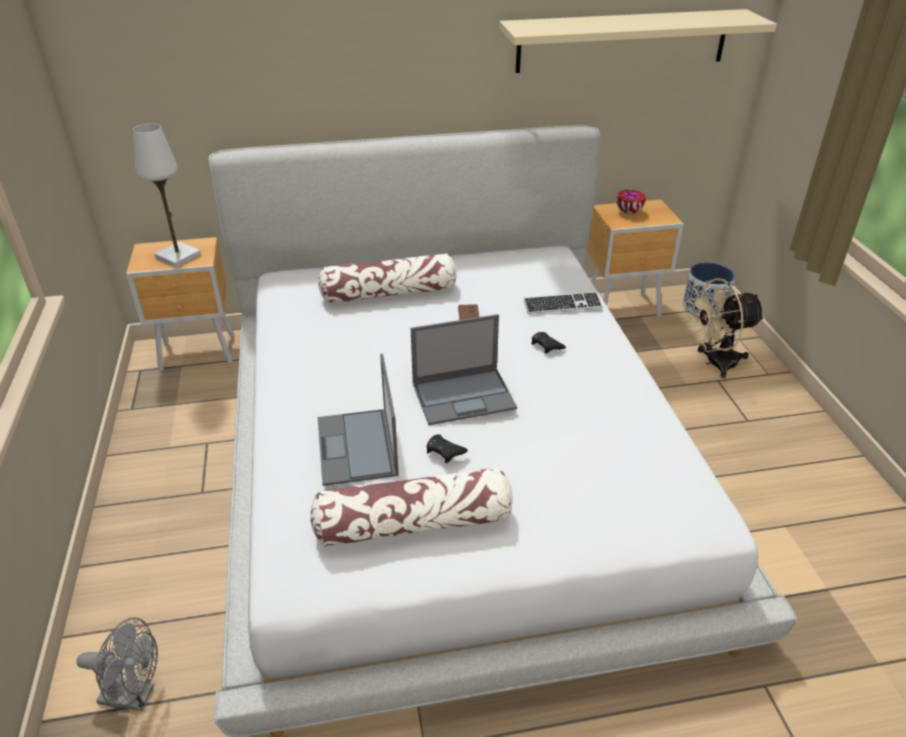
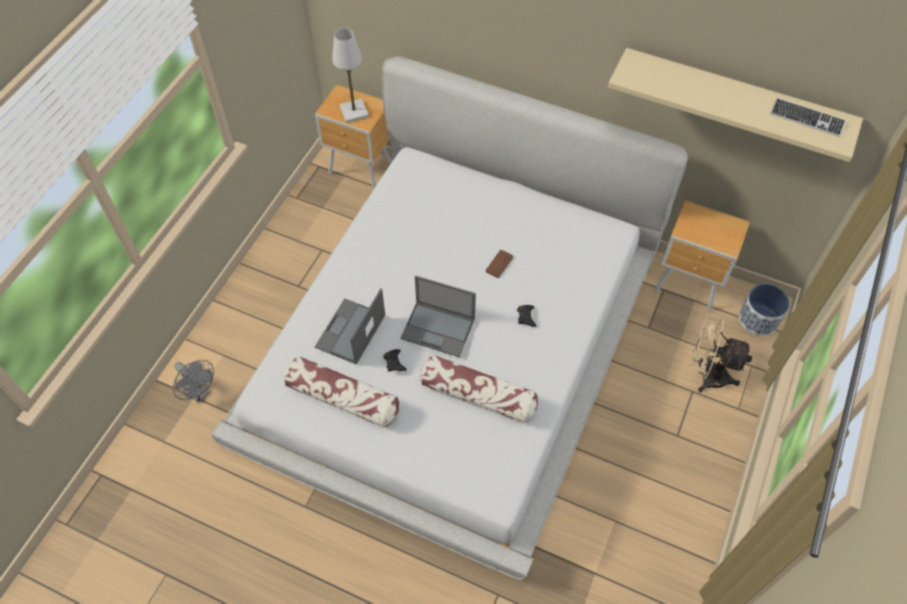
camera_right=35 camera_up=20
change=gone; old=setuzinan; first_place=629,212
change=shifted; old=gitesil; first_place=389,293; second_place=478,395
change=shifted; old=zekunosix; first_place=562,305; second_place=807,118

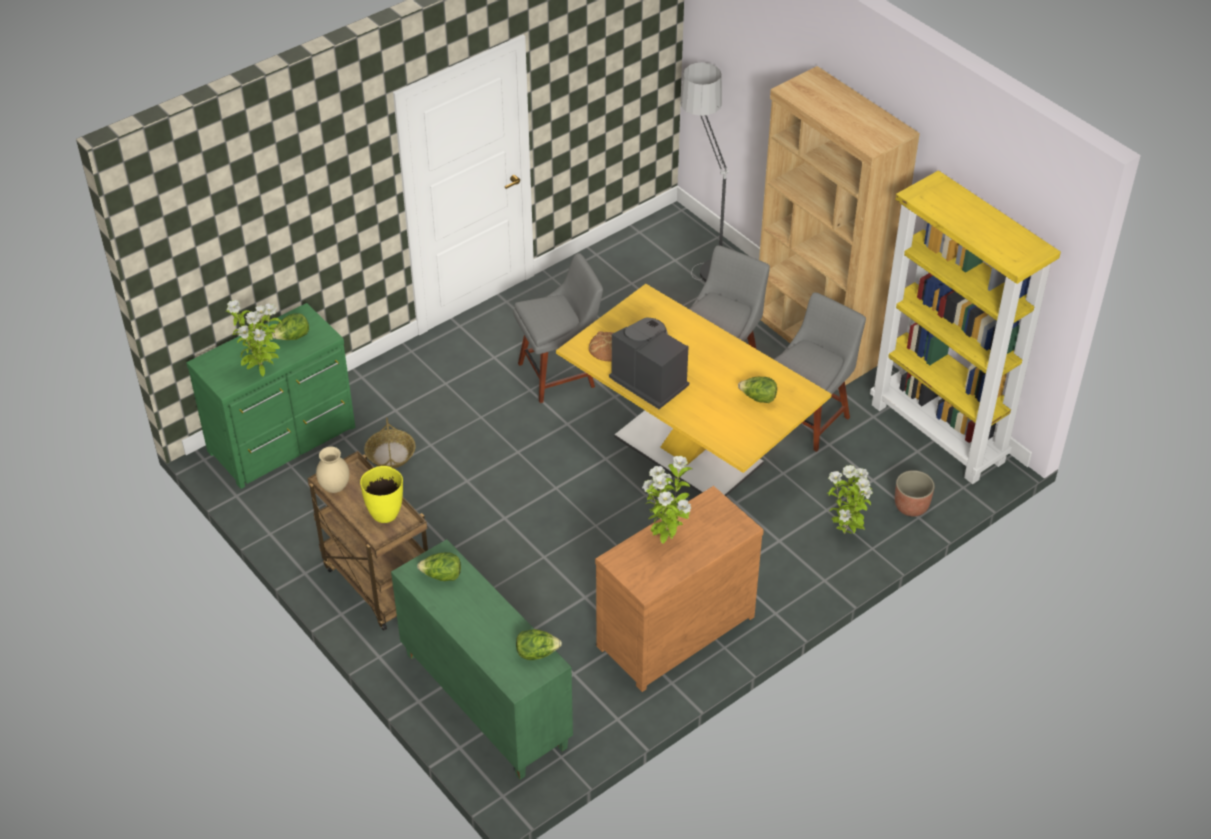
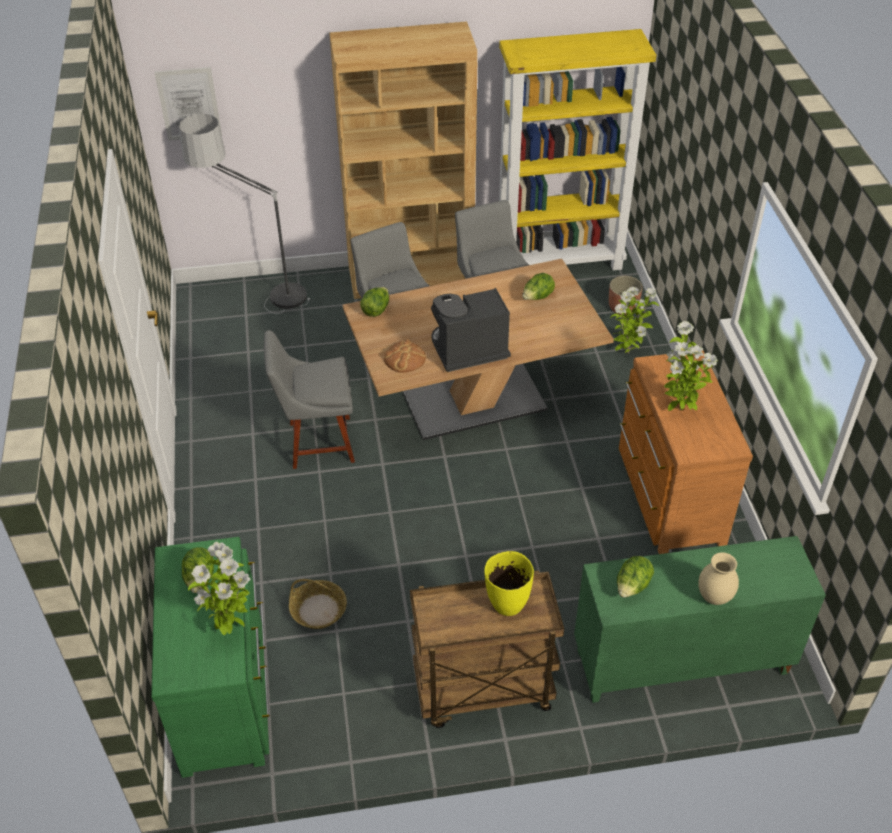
camera_right=-60 camera_up=0
change=rotated; old=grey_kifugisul; first_place=560,374; second_place=317,442; degrees=-105
change=repainted; old=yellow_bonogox; new=brown_bonogox; first_place=688,450; second_place=474,401
change=shifted; old=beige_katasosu; first_place=334,487; second_place=713,597
change=shifted; old=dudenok; first_place=537,653; second_place=376,310
change=new; new=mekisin; second_place=189,104

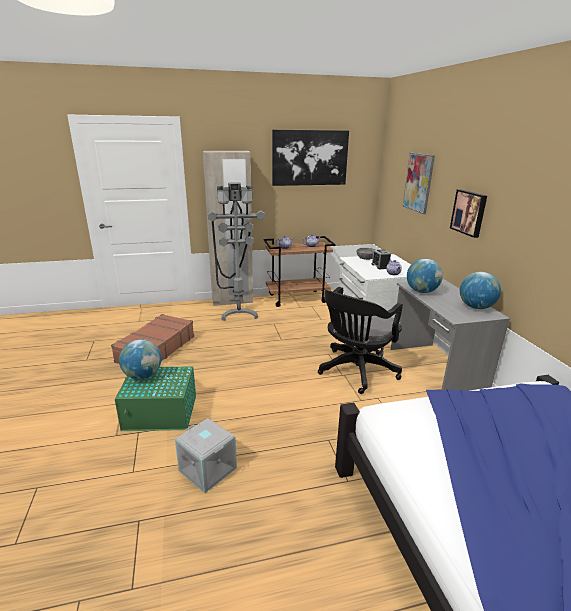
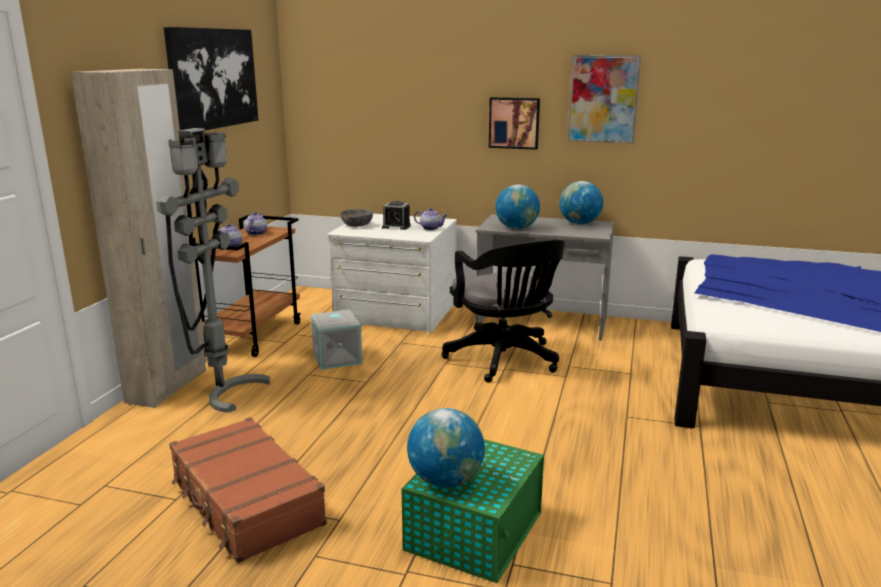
camera_right=-60 camera_up=-5
change=shifted; old=mekisin; first_place=418,182; second_place=603,99
change=shifted; old=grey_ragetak; first_place=208,469; second_place=337,358

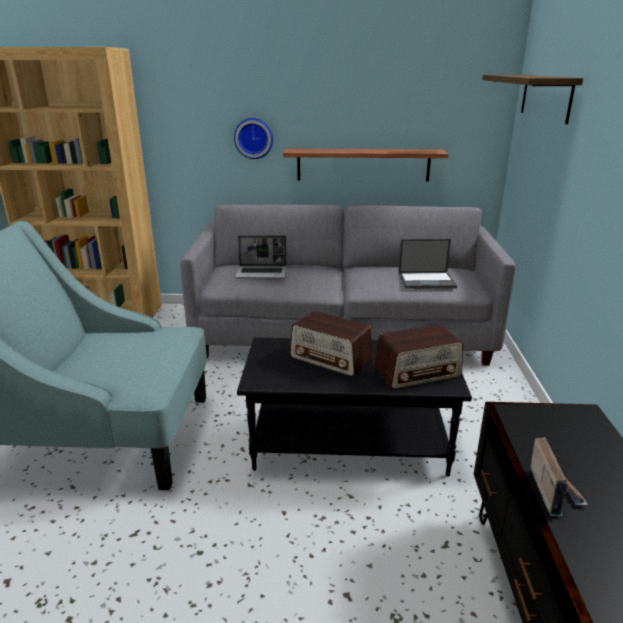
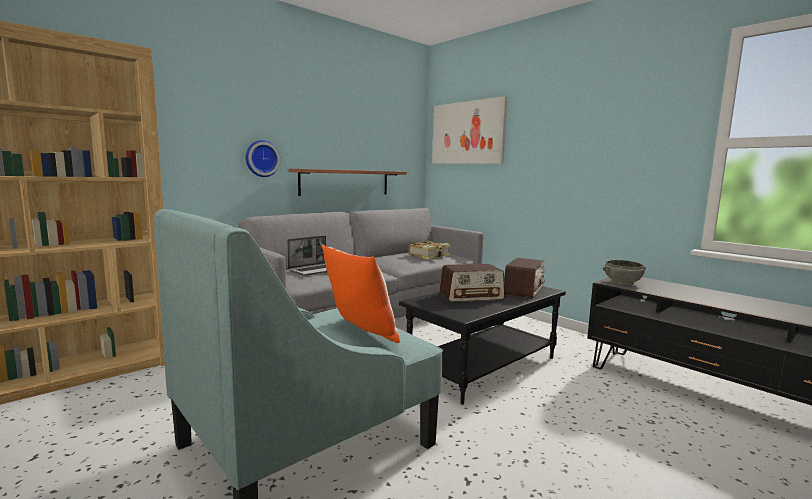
camera_right=-45 camera_up=-15
change=swapped; old=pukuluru; new=mekisin; first_place=545,97; second_place=467,133
change=swapped; old=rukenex; new=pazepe; first_place=427,280; second_place=430,256
change=gone; old=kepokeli; first_place=553,491
change=new; new=gitesil; second_place=361,332
change=new; new=grey_setuzinan; second_place=622,282

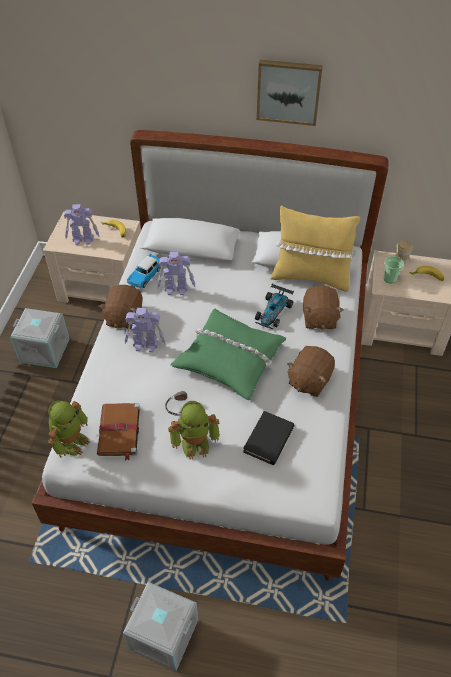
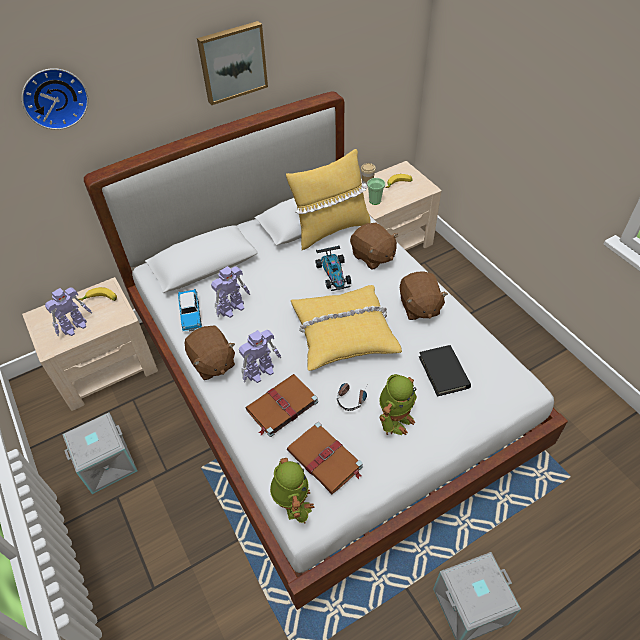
camera_right=-40 camera_up=0
change=repainted; old=green_gitesil; new=yellow_gitesil; first_place=230,359; second_place=343,333
change=new; new=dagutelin; second_place=54,97
change=new; new=brown_pazepe; second_place=281,406

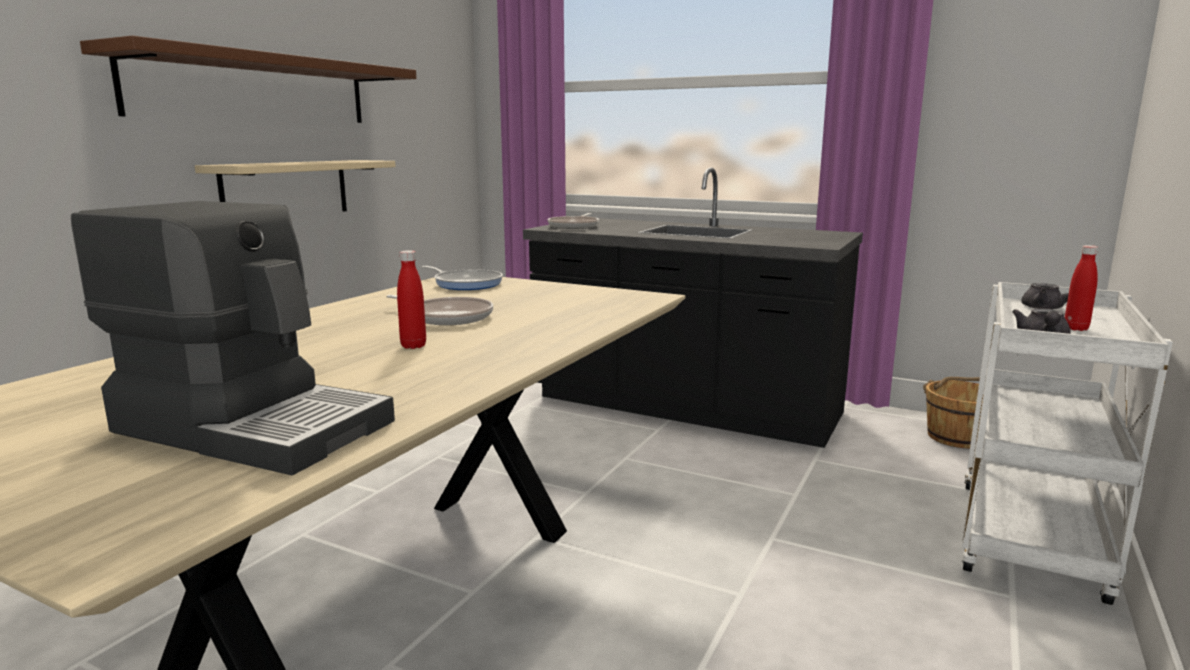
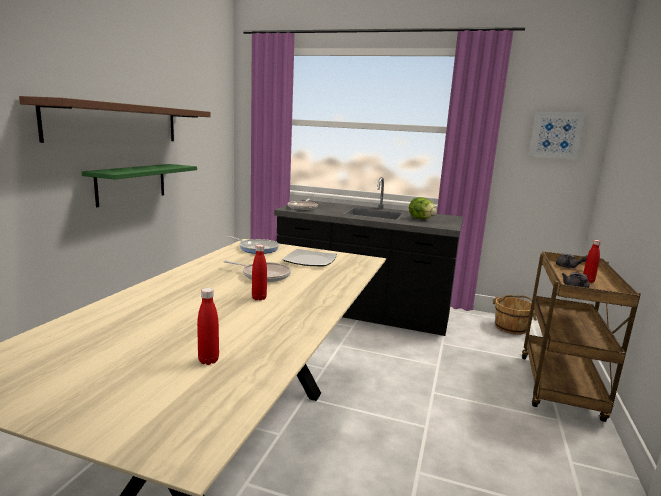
camera_right=-10 camera_up=0
change=repainted; old=beige_pukuluru; new=green_pukuluru; first_place=286,190; second_place=131,184
change=swapped; old=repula; new=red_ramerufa; first_place=255,425; second_place=208,360
change=repainted; old=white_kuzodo; new=brown_kuzodo; first_place=1031,543; second_place=560,388
change=new; new=mekisin; second_place=556,135
change=new; new=dudenok; second_place=421,219
change=new; new=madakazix; second_place=309,260

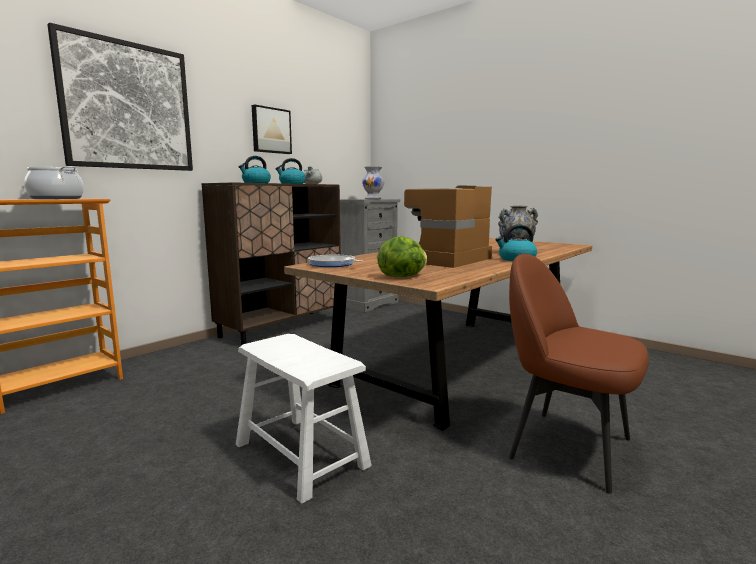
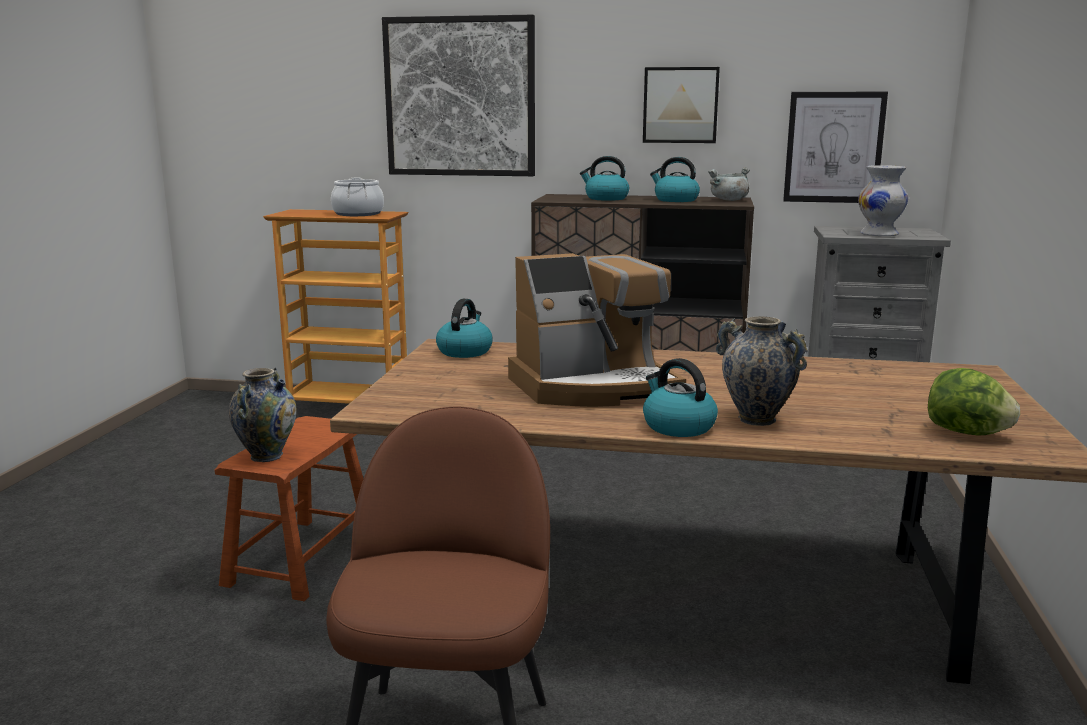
camera_right=60 camera_up=5
change=rotated; old=repula; first_place=442,259; second_place=594,387; degrees=150
change=shifted; old=dudenok; first_place=403,277; second_place=966,433
change=swapped; old=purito; new=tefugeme; first_place=333,264; second_place=464,351
change=repainted; old=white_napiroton; new=brown_napiroton; first_place=300,455; second_place=302,558
change=new; new=mekisin; second_place=834,147
change=new; new=katasosu; second_place=267,456

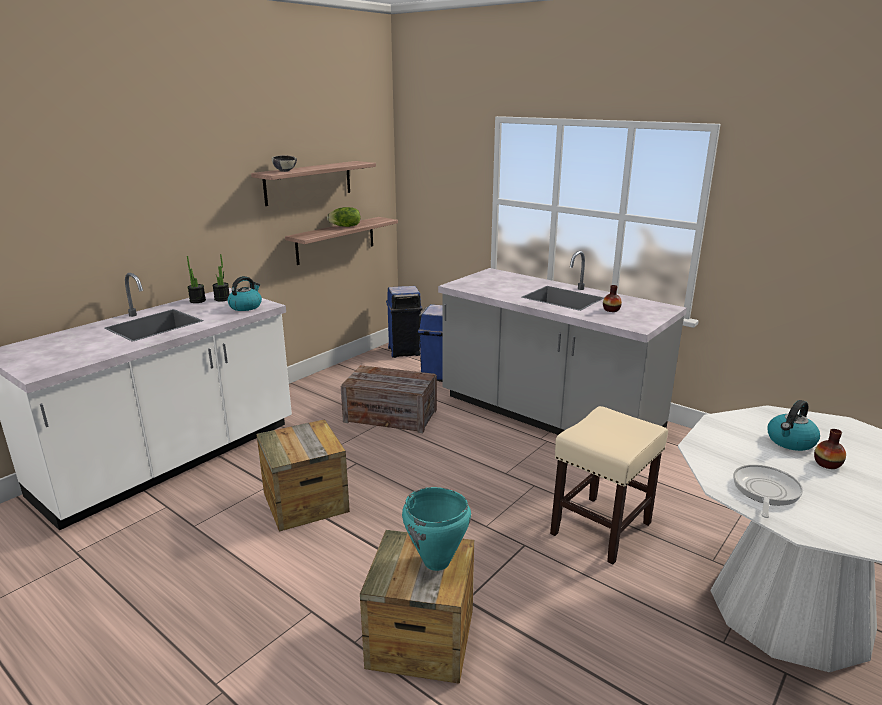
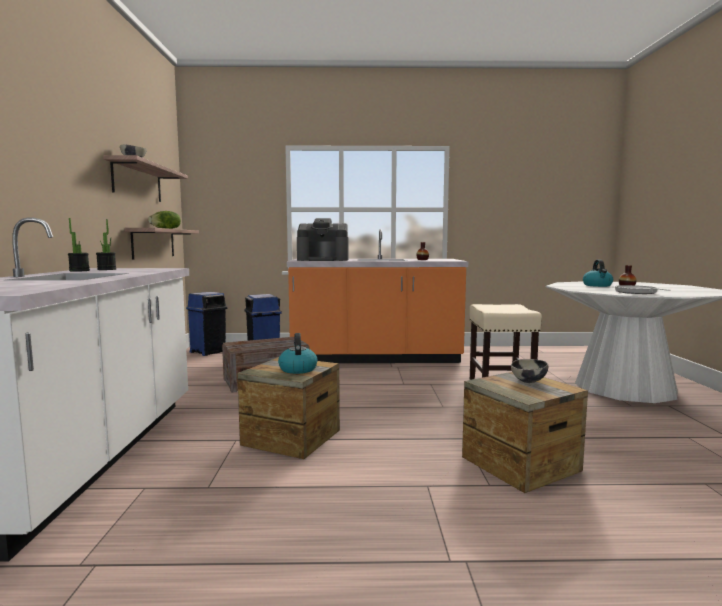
camera_right=-40 camera_up=-15
change=repainted; old=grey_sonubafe; new=orange_sonubafe; first_place=547,416; second_place=375,358
change=shifted; old=tefugeme; first_place=246,306; second_place=297,369
change=swapped; old=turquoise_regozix; new=setuzinan; first_place=437,562; second_place=529,381
change=new; new=repula; second_place=323,260

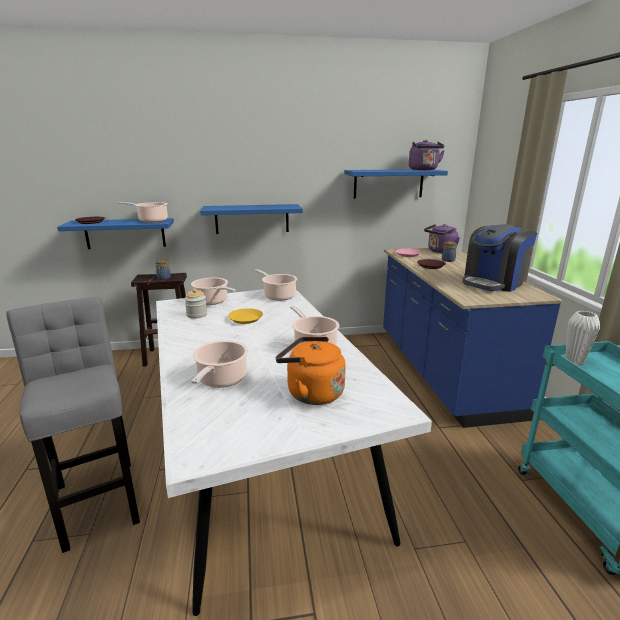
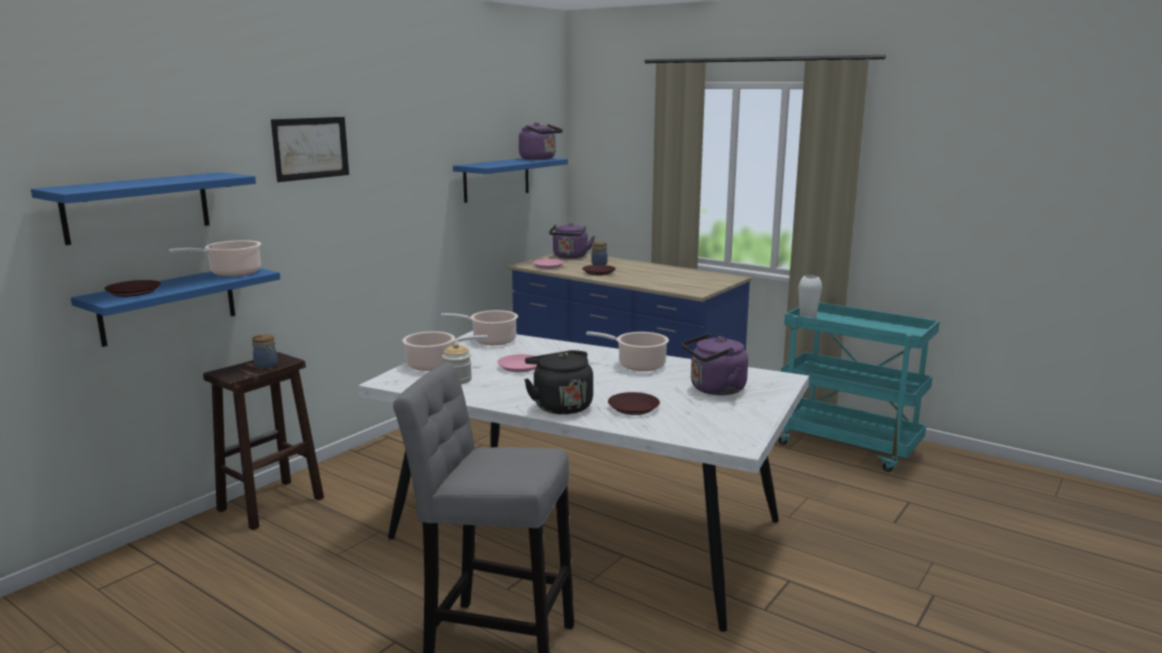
camera_right=-45 camera_up=-5
change=shifted; old=blue_pukuluru; first_place=252,219; second_place=137,207
change=gone; old=repula; first_place=493,283
change=repainted; old=yellow_madakazix; new=pink_madakazix; first_place=245,319; second_place=519,367
change=repainted; old=orange_tefugeme; new=purple_tefugeme; first_place=311,393; second_place=714,390
change=swapped; old=regozix; new=brown_madakazix; first_place=221,380; second_place=633,408
change=new; new=mekisin; second_place=311,148
change=new; new=black_tefugeme; second_place=560,406

